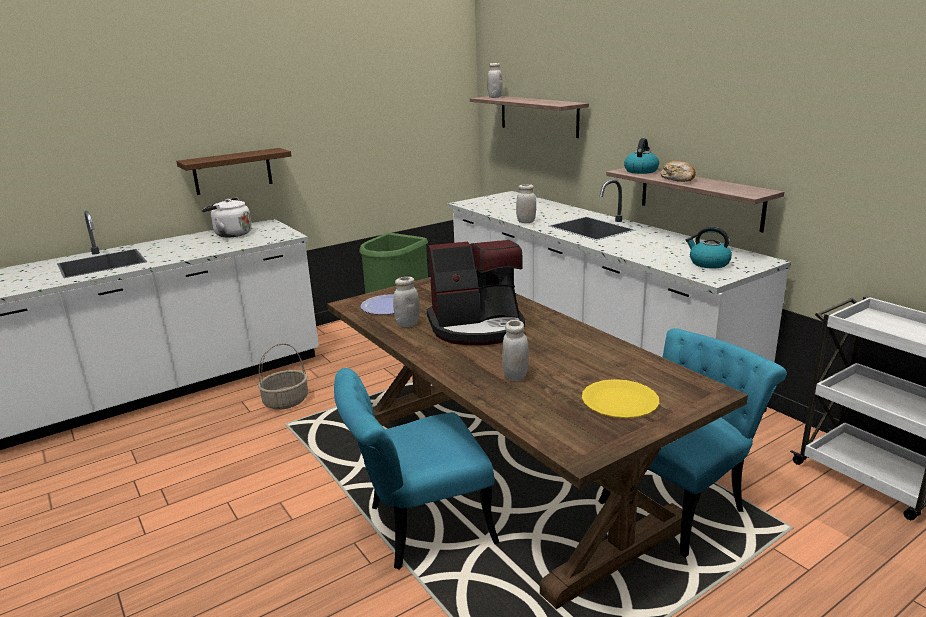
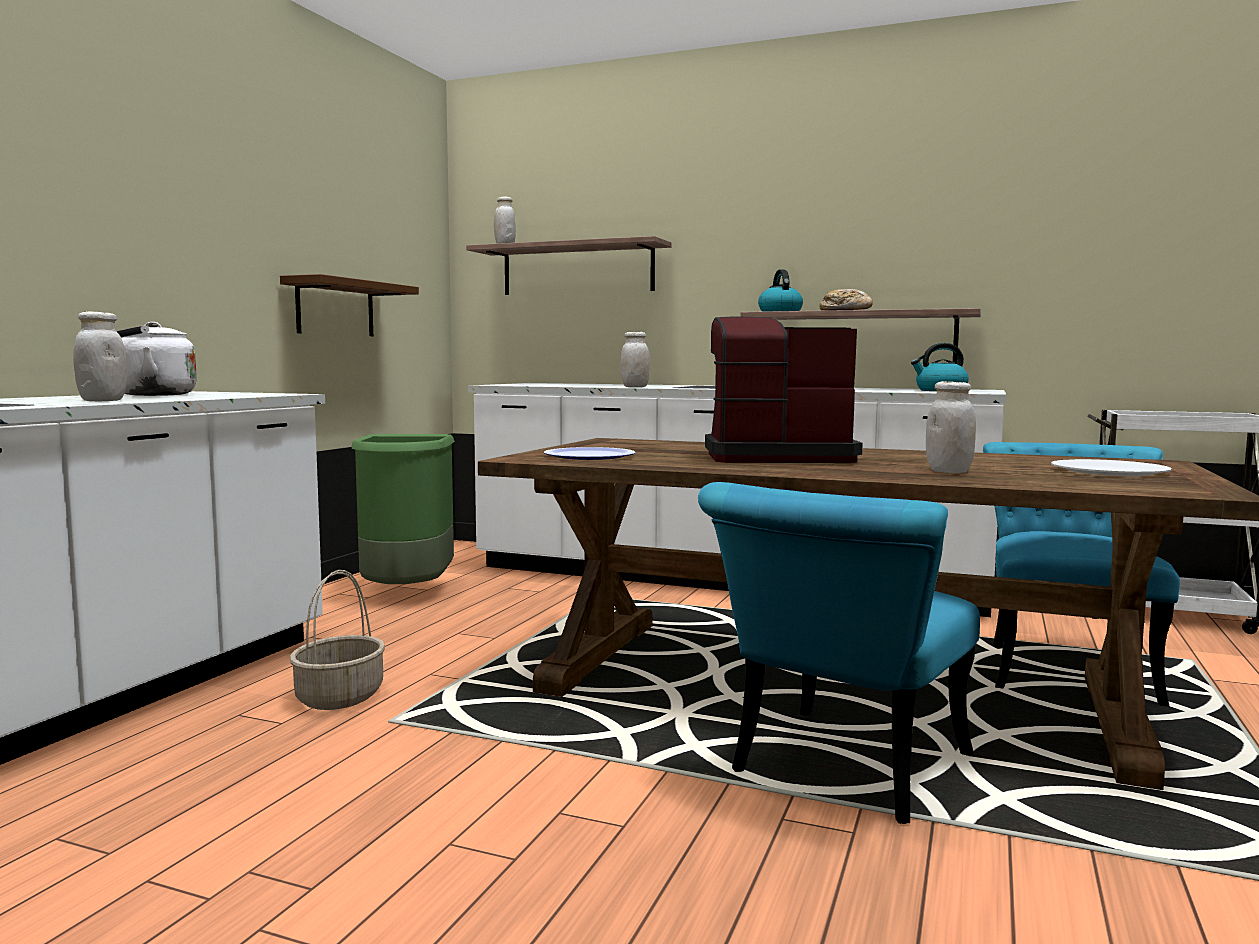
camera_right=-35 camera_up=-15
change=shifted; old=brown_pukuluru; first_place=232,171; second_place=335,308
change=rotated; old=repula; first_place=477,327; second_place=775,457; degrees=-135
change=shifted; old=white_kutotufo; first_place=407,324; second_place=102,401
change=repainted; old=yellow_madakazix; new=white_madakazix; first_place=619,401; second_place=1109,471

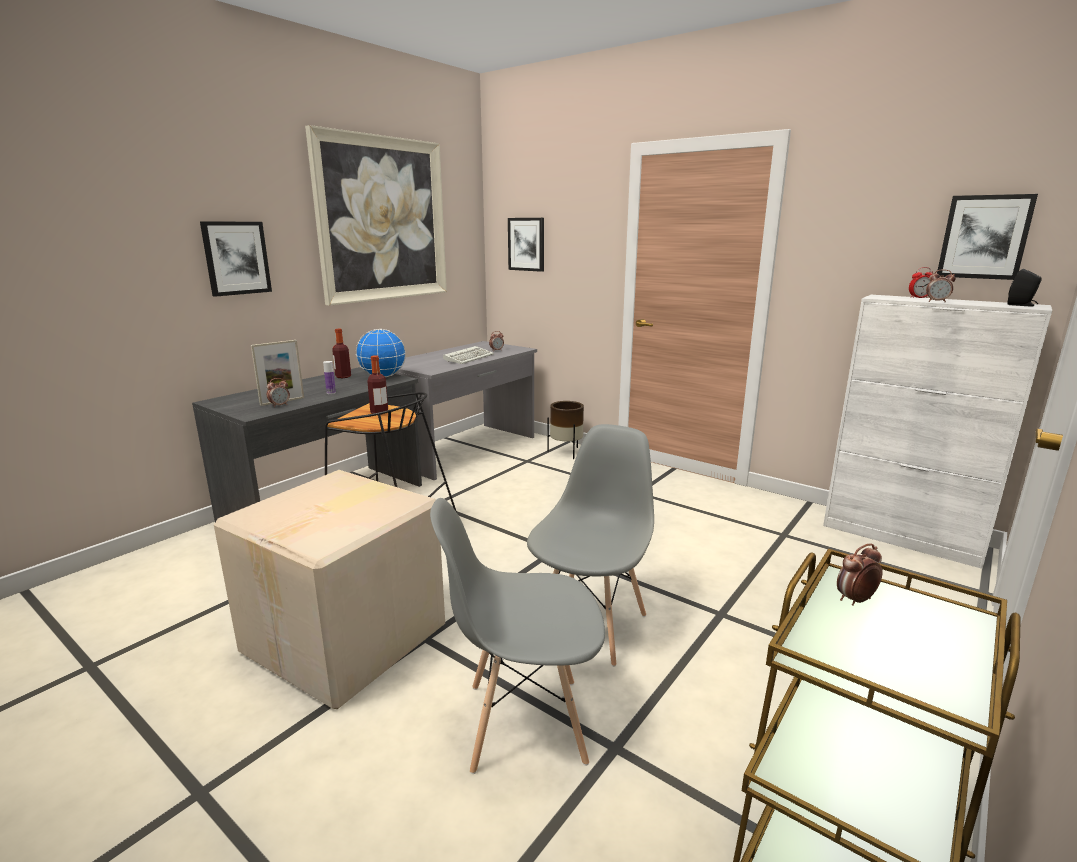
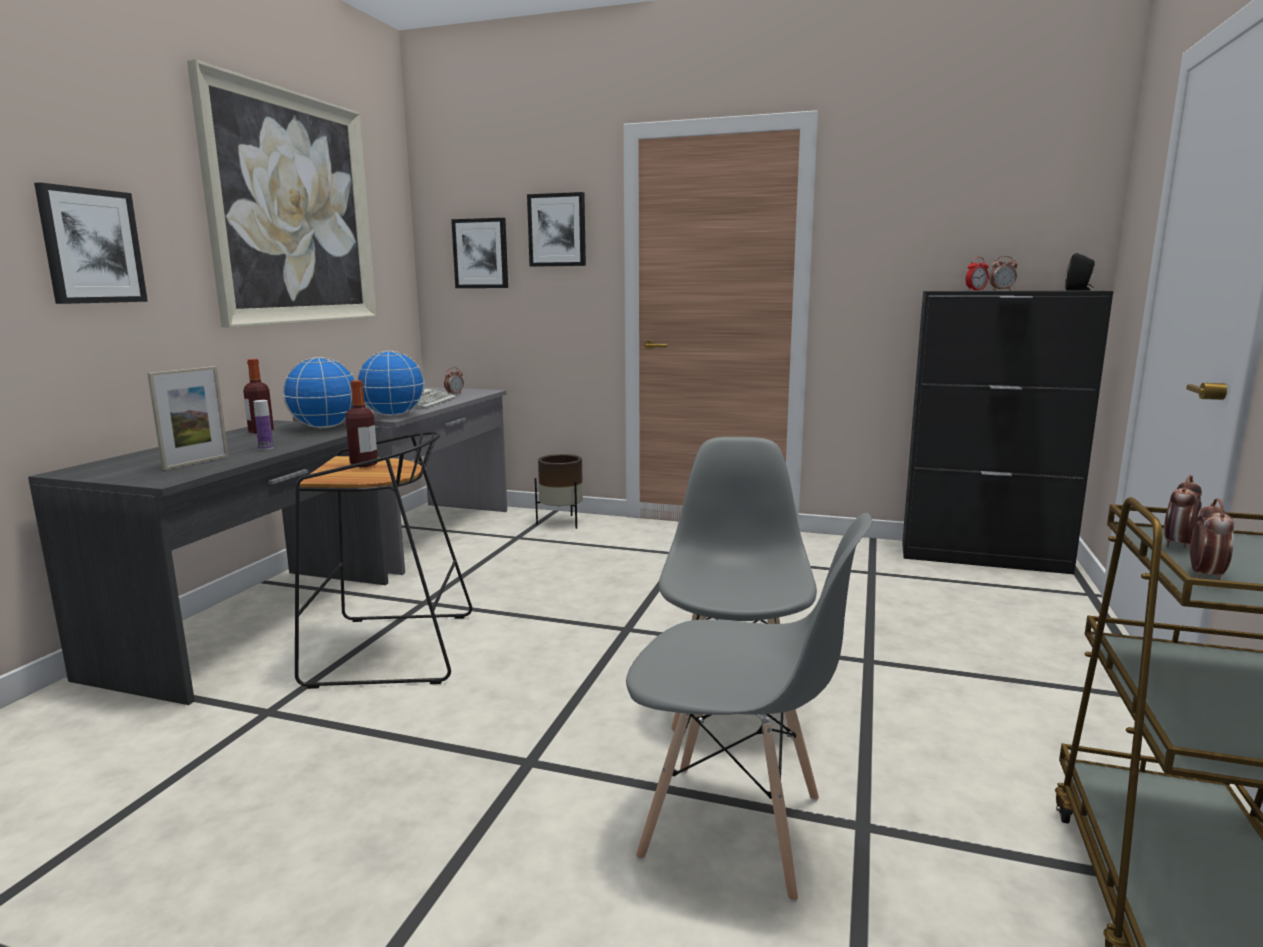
camera_right=-20 camera_up=-5
change=shifted; old=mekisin; first_place=984,237; second_place=557,230
change=repainted; old=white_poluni; new=black_poluni; first_place=901,537; second_place=984,558
change=shifted; old=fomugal; first_place=280,405; second_place=1205,575
change=gone; old=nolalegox; first_place=349,638
change=rotated; old=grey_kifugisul; first_place=523,723; second_place=735,828; degrees=-135
change=new; new=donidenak; second_place=393,415

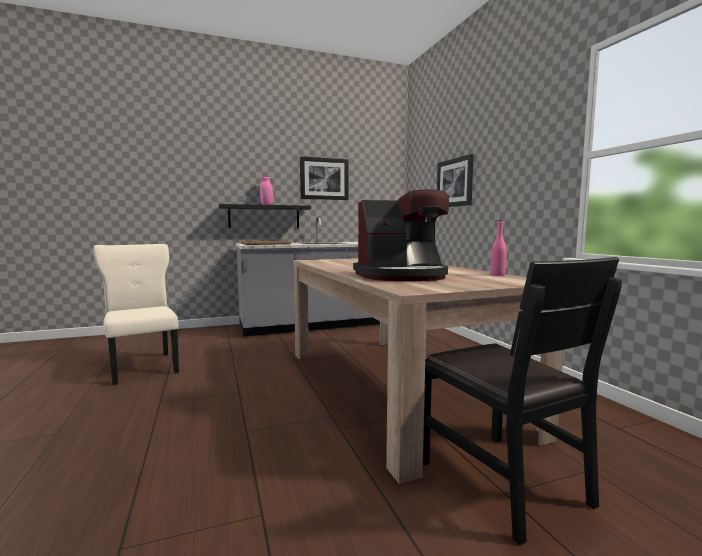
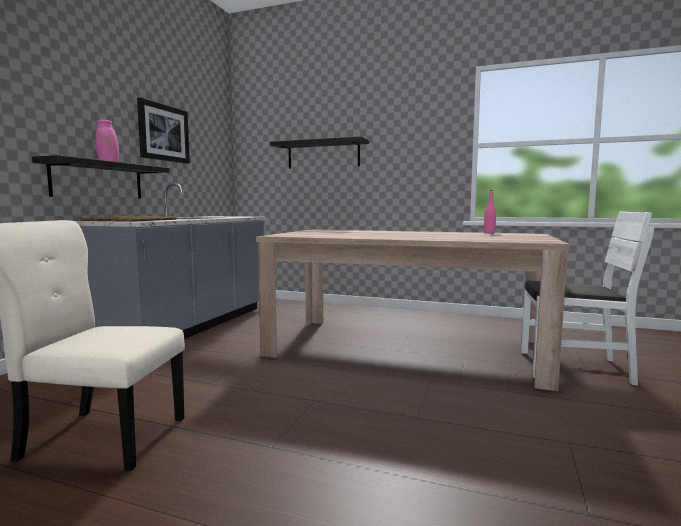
camera_right=-50 camera_up=0
change=swapped; old=mekisin; new=black_pukuluru; first_place=455,182; second_place=323,154
change=gone; old=repula; first_place=401,276
change=repainted; old=black_kifugisul; new=white_kifugisul; first_place=502,480; second_place=573,367

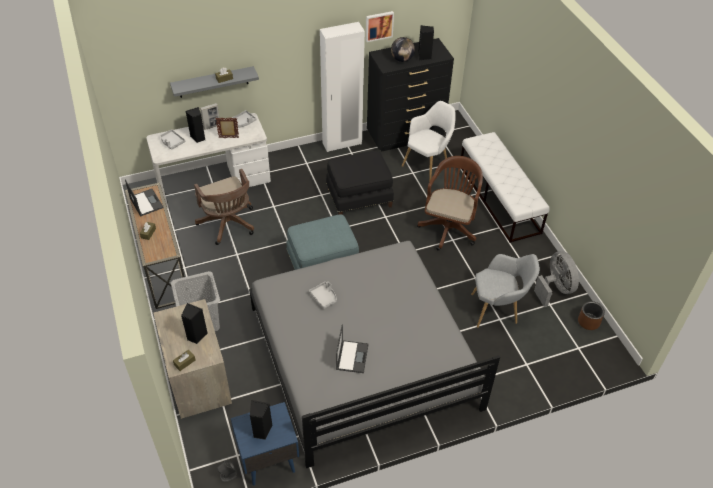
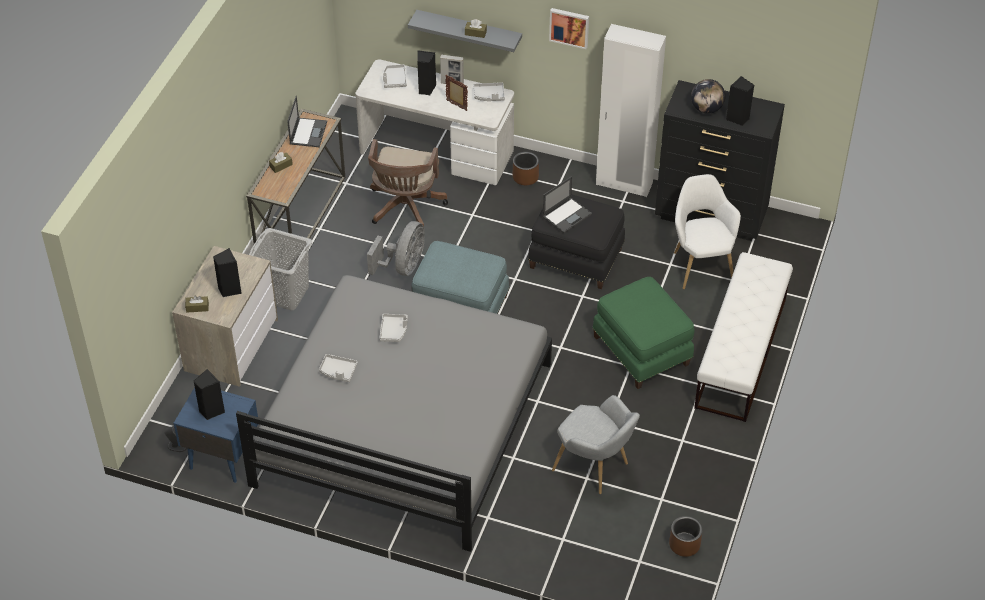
camera_right=40 camera_up=0
change=shifted; old=mekisin; first_place=379,25; second_place=569,27
change=rotated; old=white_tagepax; first_place=428,164; second_place=700,264; degrees=-90
change=swapped; old=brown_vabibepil; new=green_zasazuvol; first_place=449,227; second_place=642,350
change=shifted; old=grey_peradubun; first_place=555,289; second_place=403,267
change=shifted; old=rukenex; first_place=352,356; second_place=567,215
change=new; new=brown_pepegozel; second_place=525,177
change=new; new=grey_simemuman; second_place=338,371

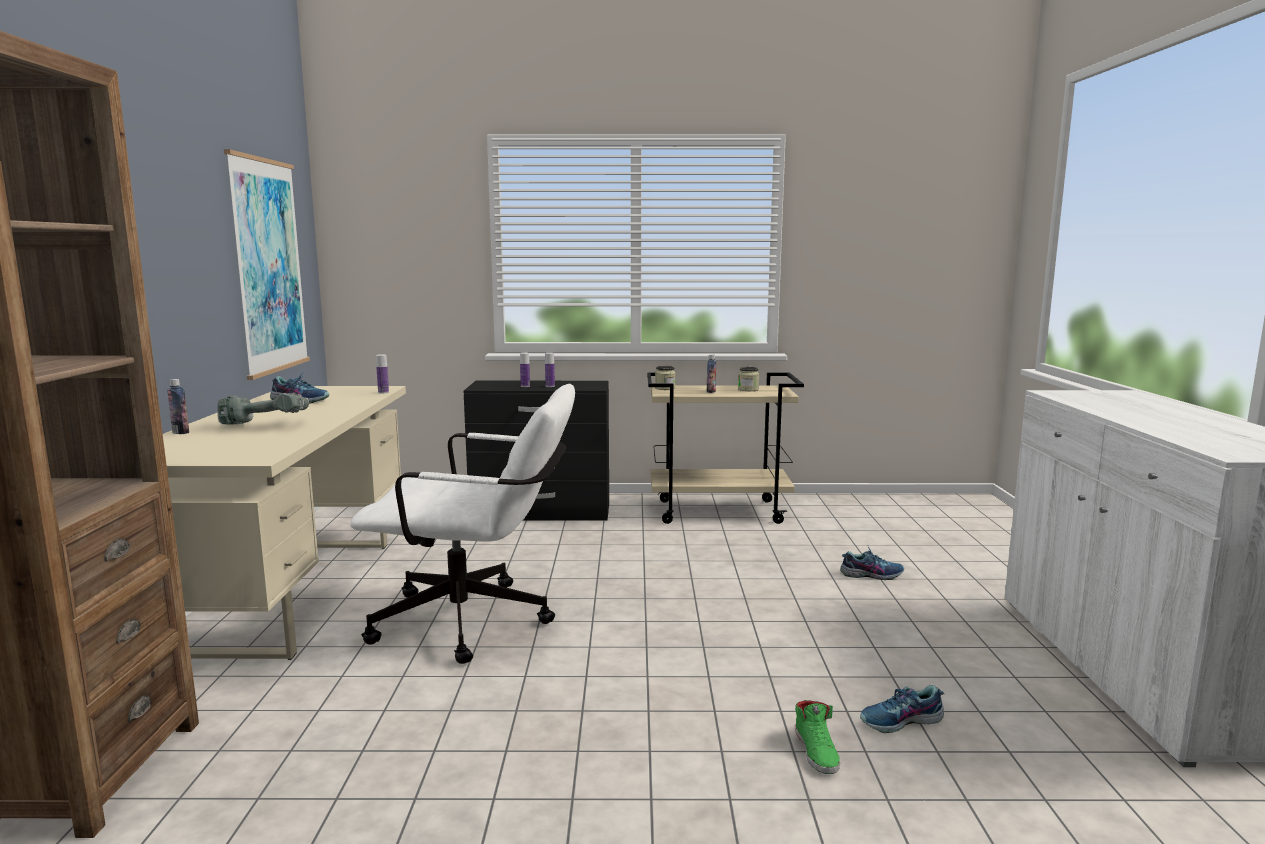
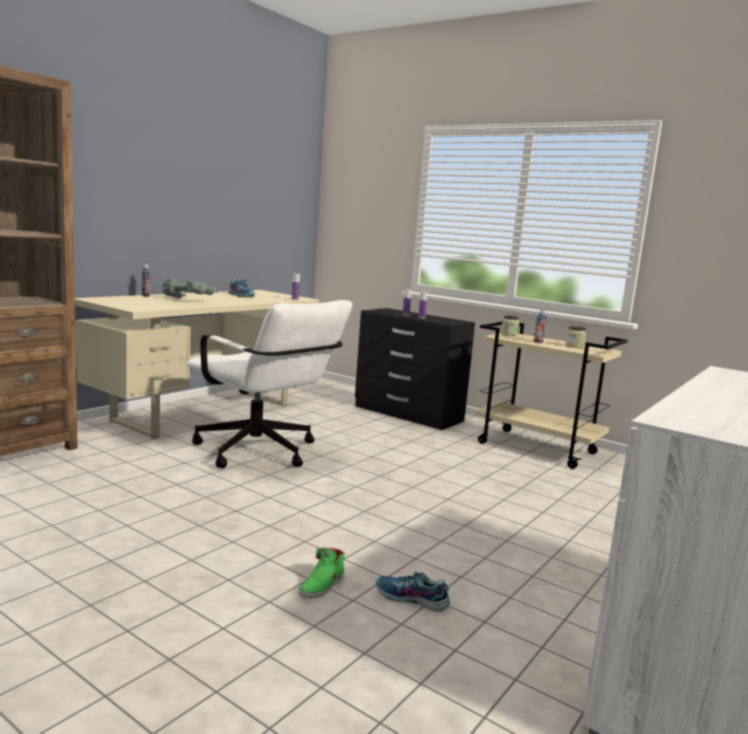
camera_right=35 camera_up=0
change=gone; old=mekisin; first_place=268,266
change=gone; old=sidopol; first_place=871,574

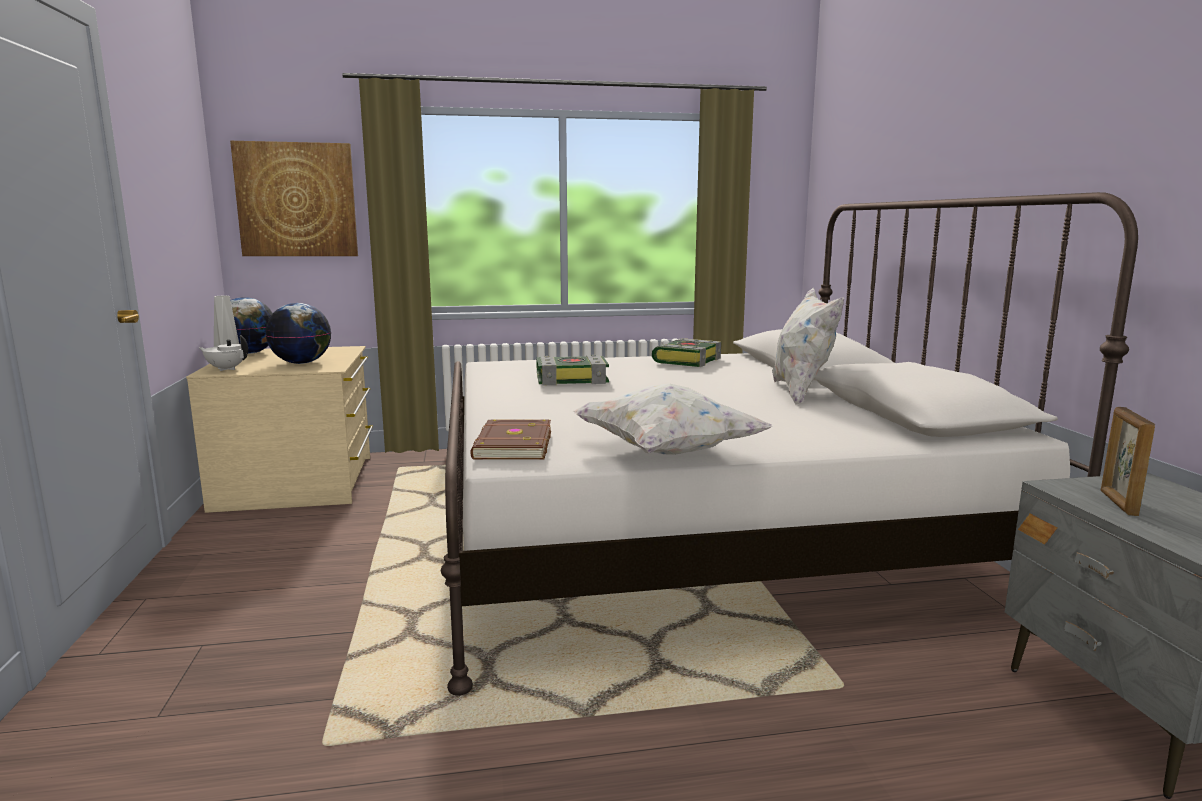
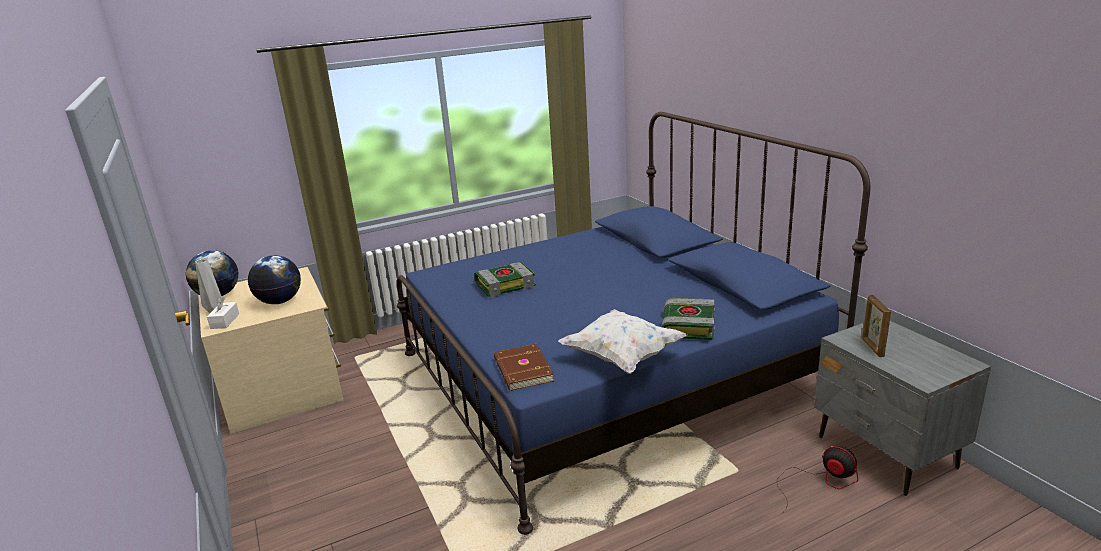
camera_right=-15 camera_up=10
change=gone; old=mekisin; first_place=297,200
change=repainted; old=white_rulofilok; new=blue_rulofilok; first_place=696,533; second_place=606,375
change=gone; old=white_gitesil; first_place=801,392
change=swapped; old=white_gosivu; new=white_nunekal; first_place=226,369; second_place=225,321
change=shifted; old=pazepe; first_place=686,361; second_place=687,325
change=new; new=peradubun; second_place=820,482

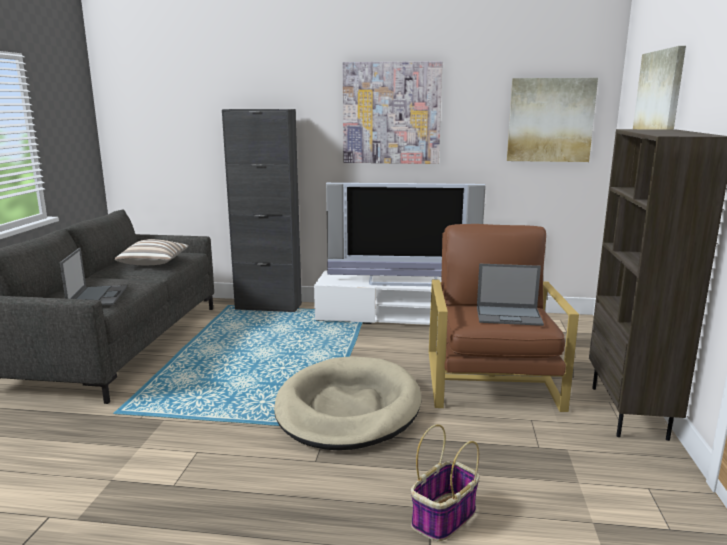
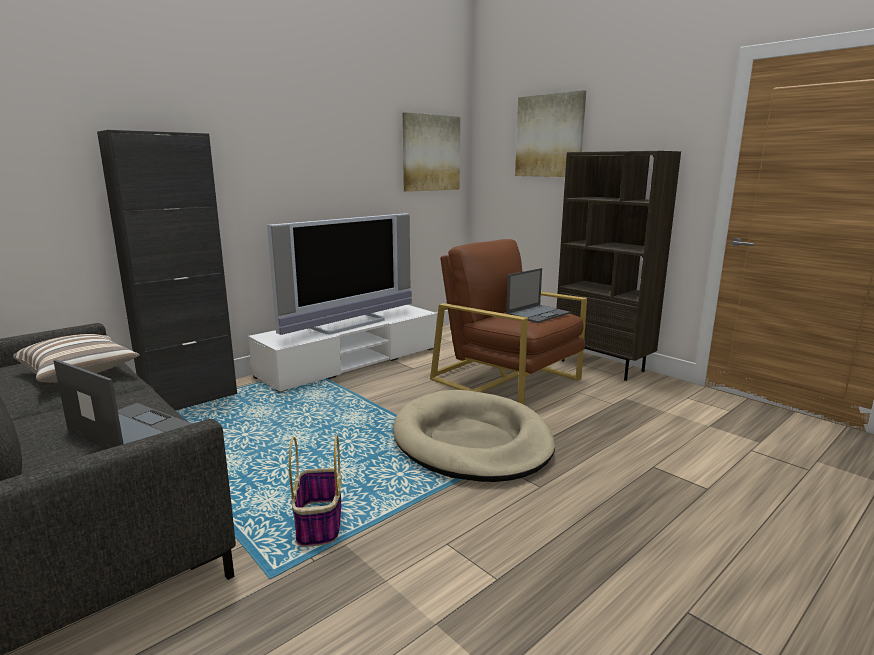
camera_right=-50 camera_up=0
change=gone; old=mekisin; first_place=391,113
change=shifted; old=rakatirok; first_place=443,518; second_place=319,525

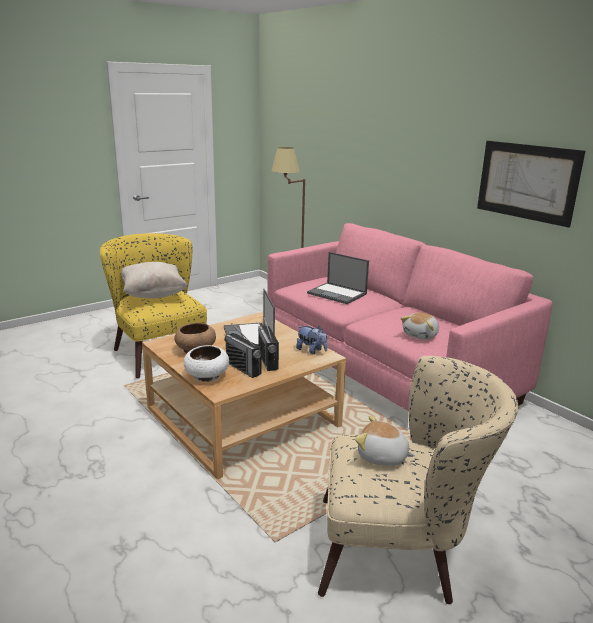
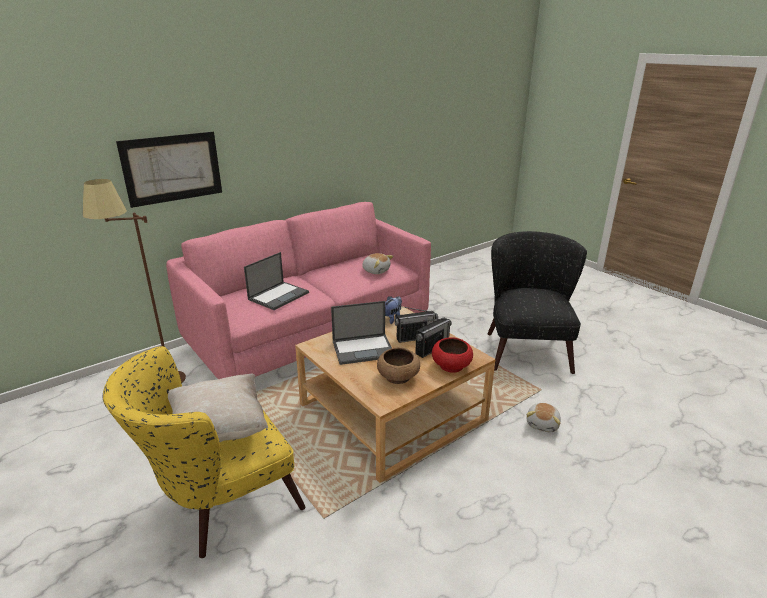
camera_right=-90 camera_up=5
change=shifted; old=mekisin; first_place=527,182; second_place=172,168
change=repainted; old=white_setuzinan; new=red_setuzinan; first_place=207,376; second_place=451,366
change=repainted; old=beige_tagepax; new=black_tagepax; first_place=400,550; second_place=526,347
change=shifted; old=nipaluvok; first_place=382,457; second_place=543,424

